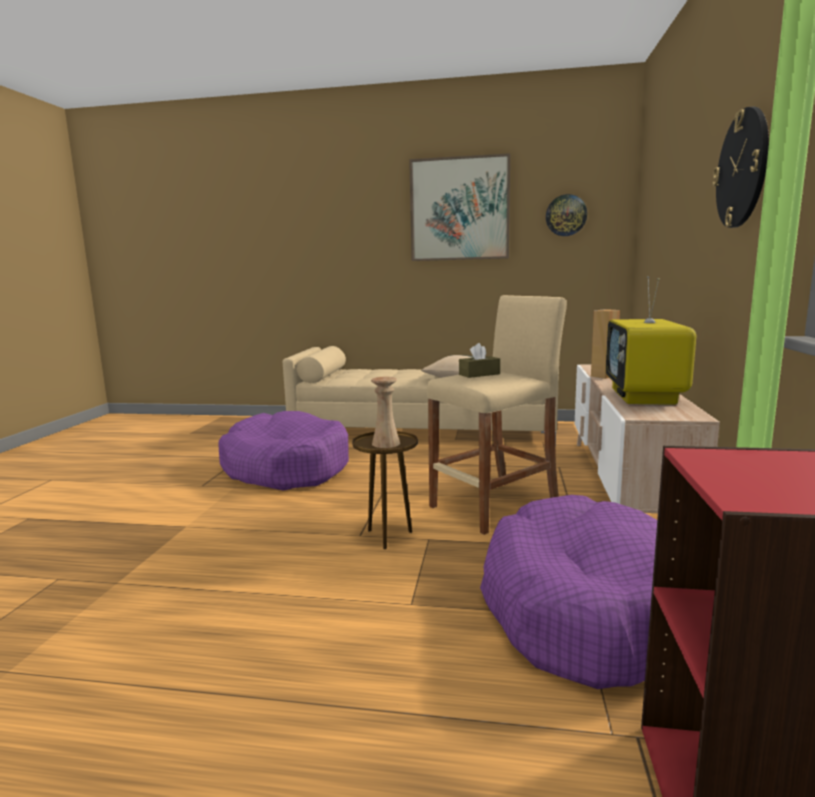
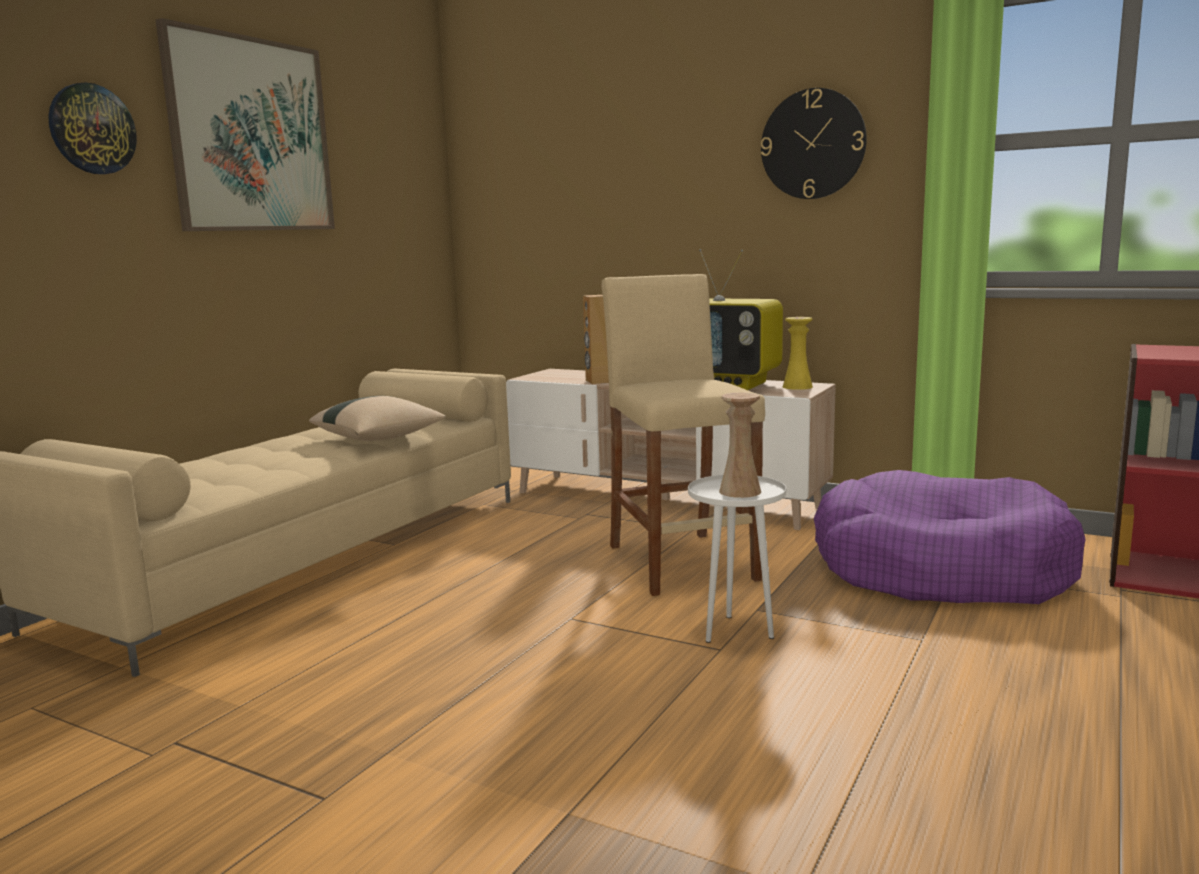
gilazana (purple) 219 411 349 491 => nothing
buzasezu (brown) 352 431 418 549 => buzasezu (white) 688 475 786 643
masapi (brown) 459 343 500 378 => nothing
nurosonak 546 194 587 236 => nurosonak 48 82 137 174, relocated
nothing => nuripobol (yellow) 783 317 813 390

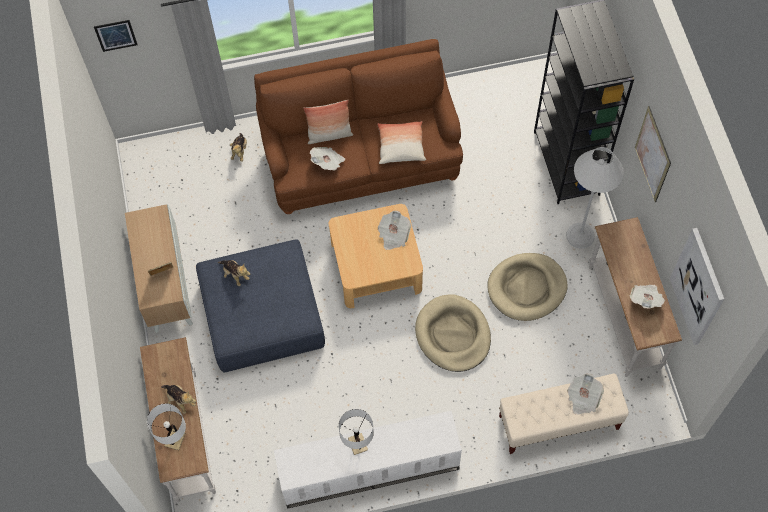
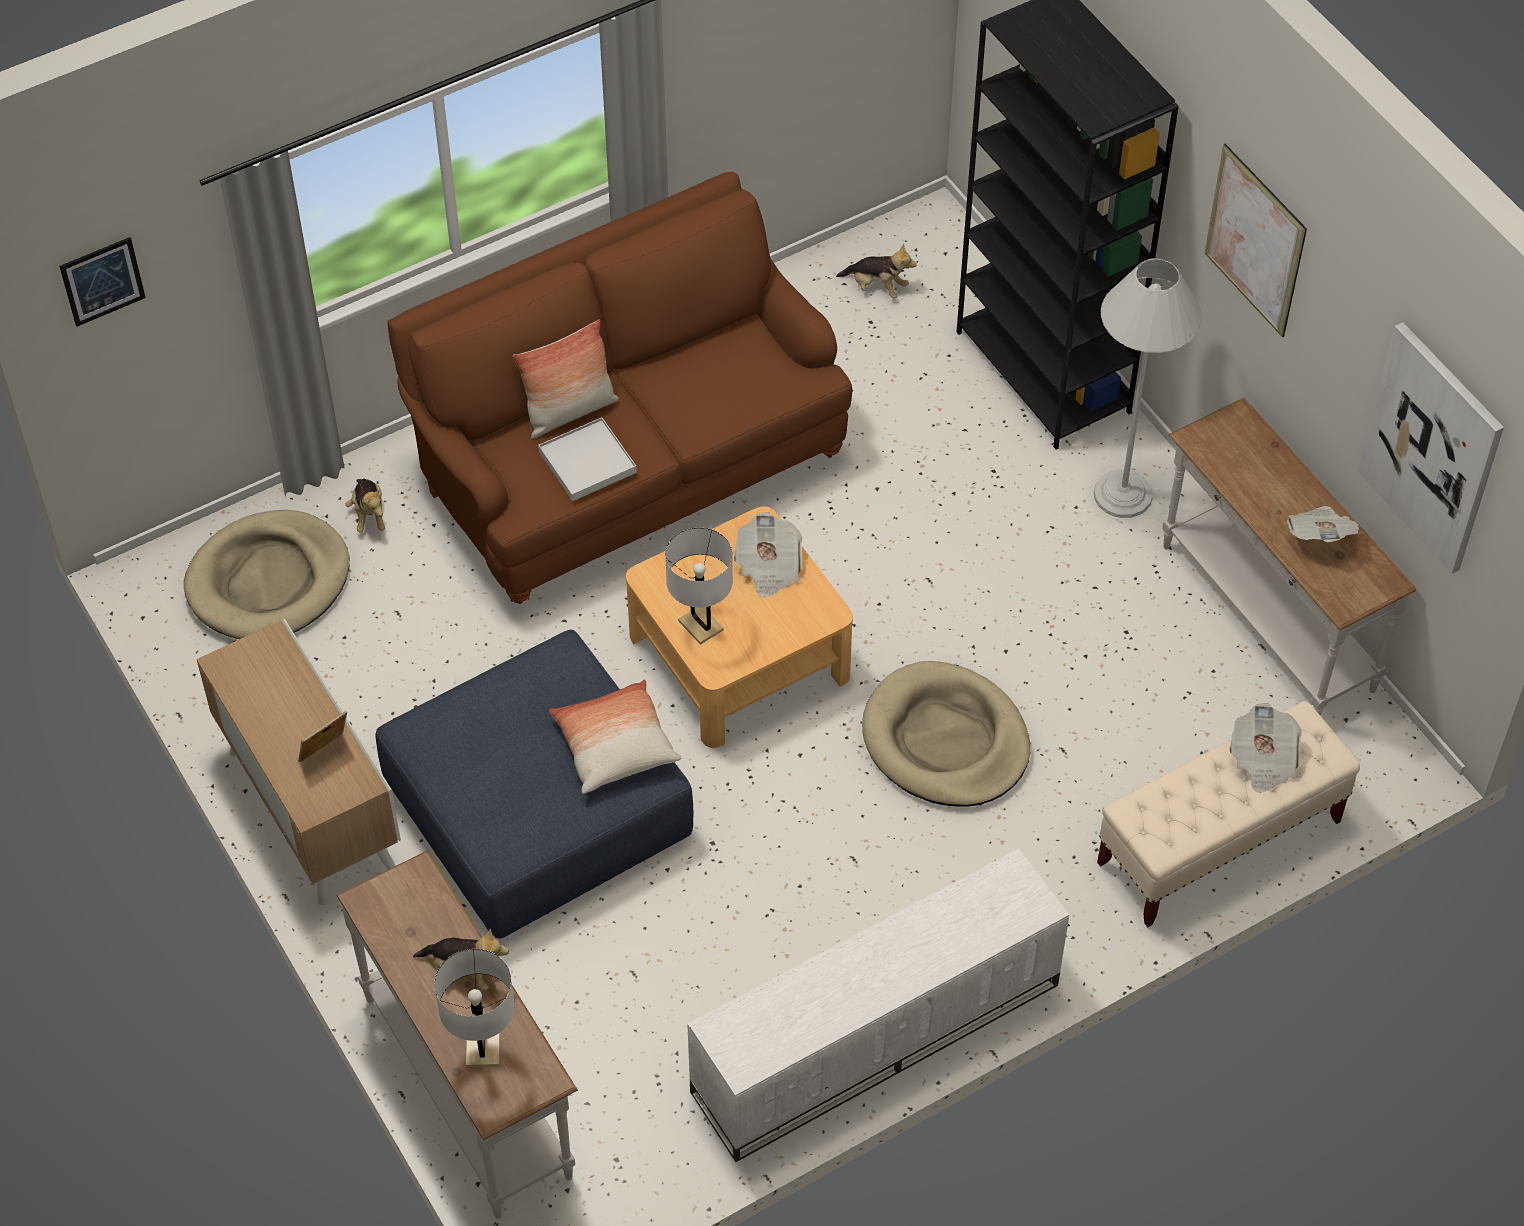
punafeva 218 260 250 286 => punafeva 836 244 917 299, relocated
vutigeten 310 147 345 171 => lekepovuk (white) 538 417 637 501
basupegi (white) 339 409 374 455 => basupegi (white) 665 528 733 645, relocated
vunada 377 121 426 164 => vunada 549 679 681 794, relocated
gilazana (beige) 487 253 568 321 => gilazana (beige) 184 510 350 639, relocated

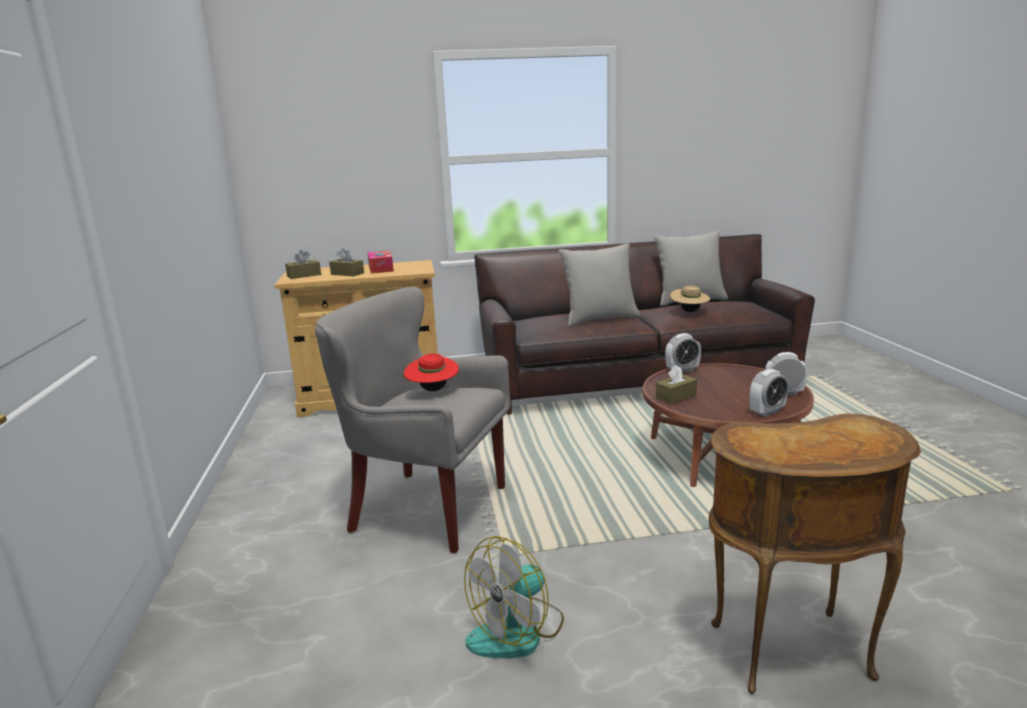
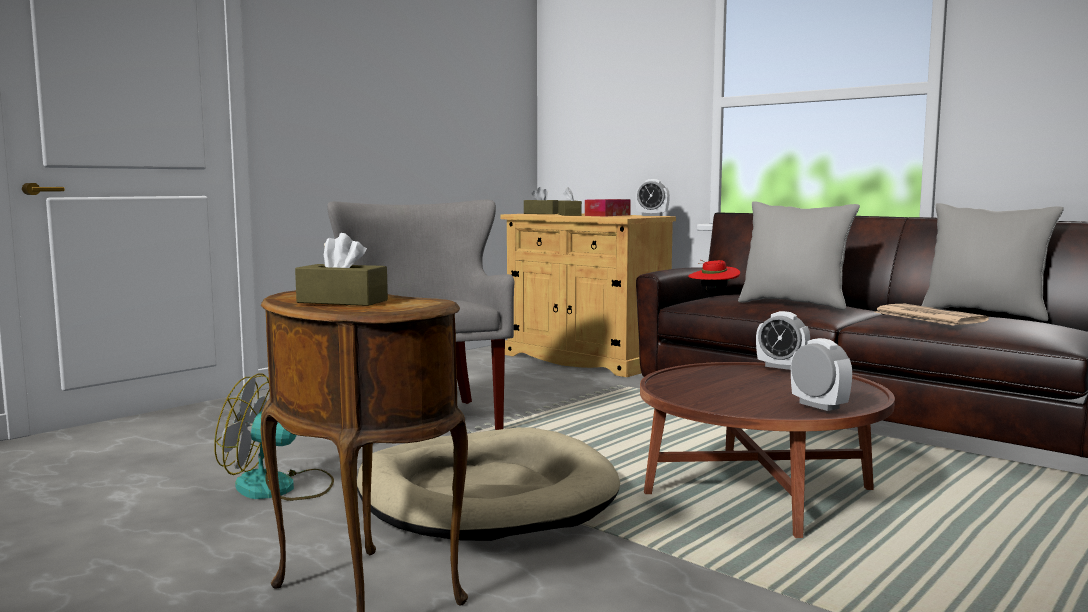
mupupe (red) 404 353 459 391 => mupupe (red) 688 260 740 294, relocated
masapi (brown) 656 365 697 404 => masapi (brown) 295 233 388 306, relocated
mupupe (beige) 670 286 710 312 => vutigeten 875 304 989 326
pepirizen 750 369 789 417 => pepirizen 635 179 670 216, relocated
nothing => gilazana (beige) 357 427 620 541

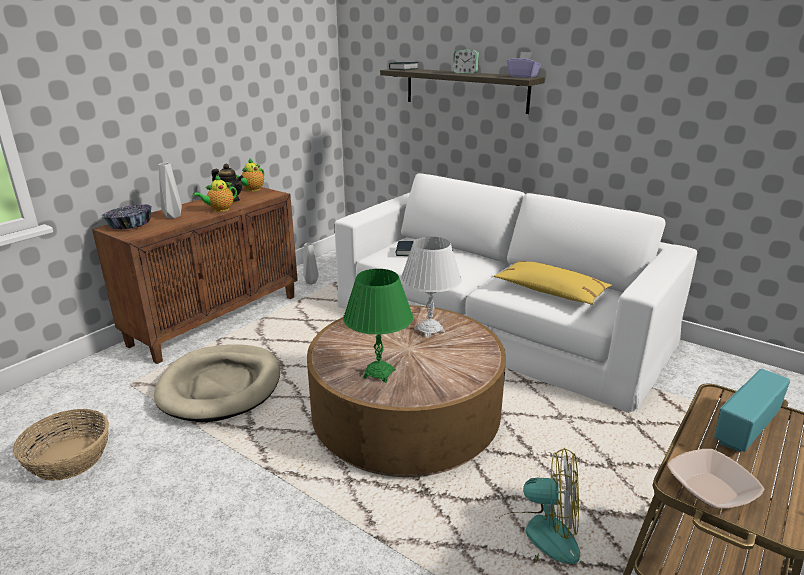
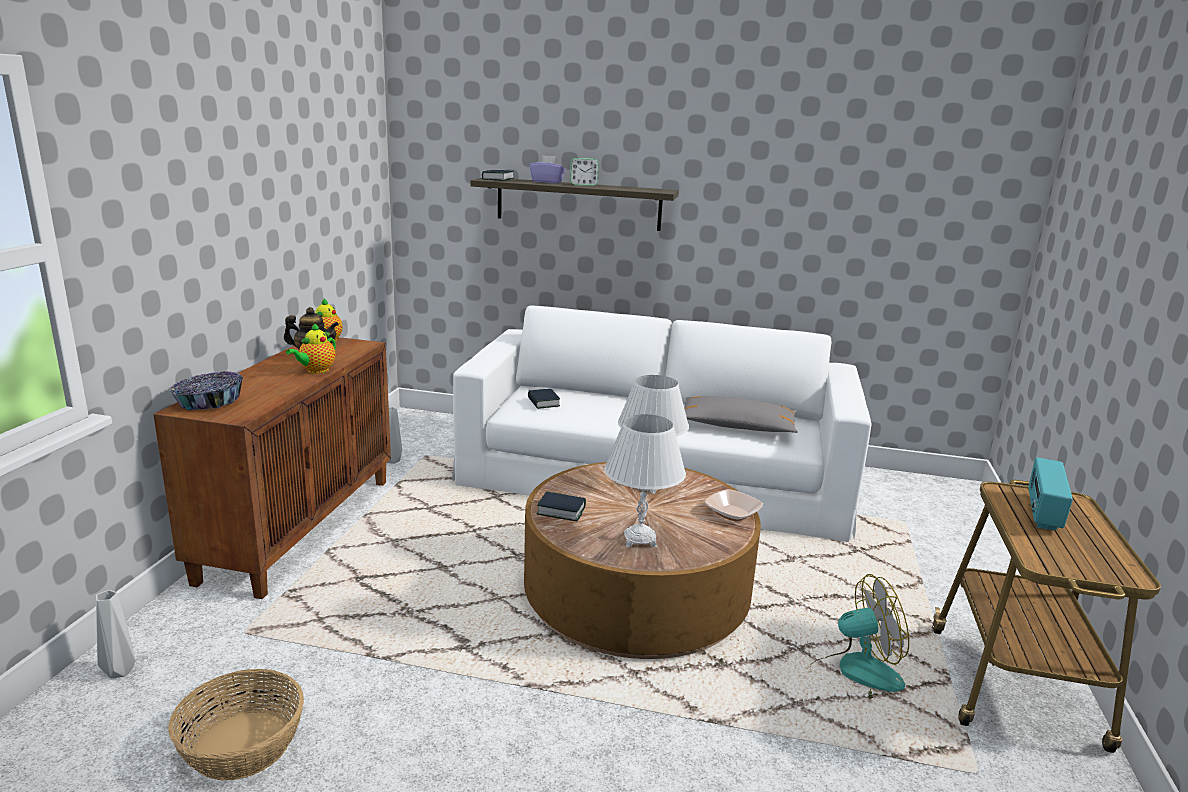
gilazana (beige) 154 344 280 422 => nothing
nuripobol (grey) 158 163 182 218 => nuripobol (grey) 96 590 135 678, relocated
basupegi (green) 343 269 413 383 => basupegi (white) 604 414 686 548
vunada (yellow) 494 261 612 305 => vunada (grey) 684 396 798 433
masapi (purple) 507 52 541 78 => masapi (purple) 529 155 565 183, relocated
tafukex 667 449 764 508 => tafukex 705 489 763 521, relocated
nothing => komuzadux 537 492 586 521

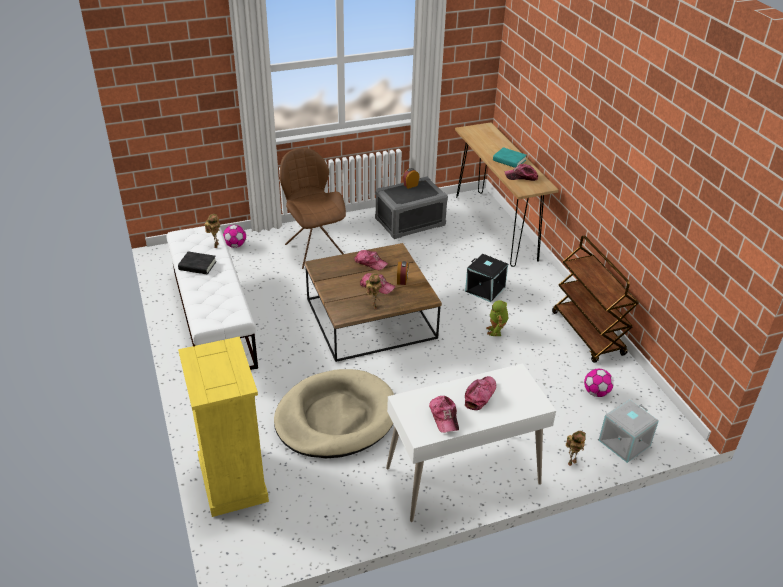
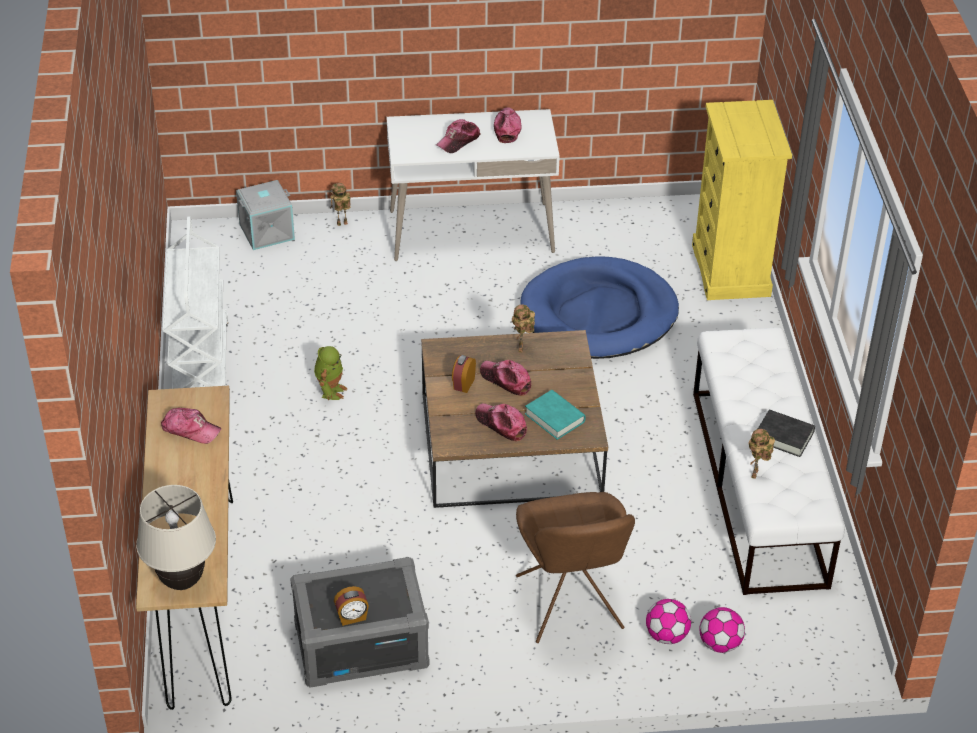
gilazana (beige) 274 369 394 458 => gilazana (blue) 521 256 679 359
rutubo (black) 465 254 508 302 => nothing
komuzadux (turquoise) 493 147 527 168 => komuzadux (turquoise) 525 390 586 440, relocated
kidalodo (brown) 552 235 639 363 => kidalodo (white) 162 216 228 389
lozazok 584 369 614 397 => lozazok 646 599 691 644, relocated
nothing => basupegi (beige) 136 485 216 590

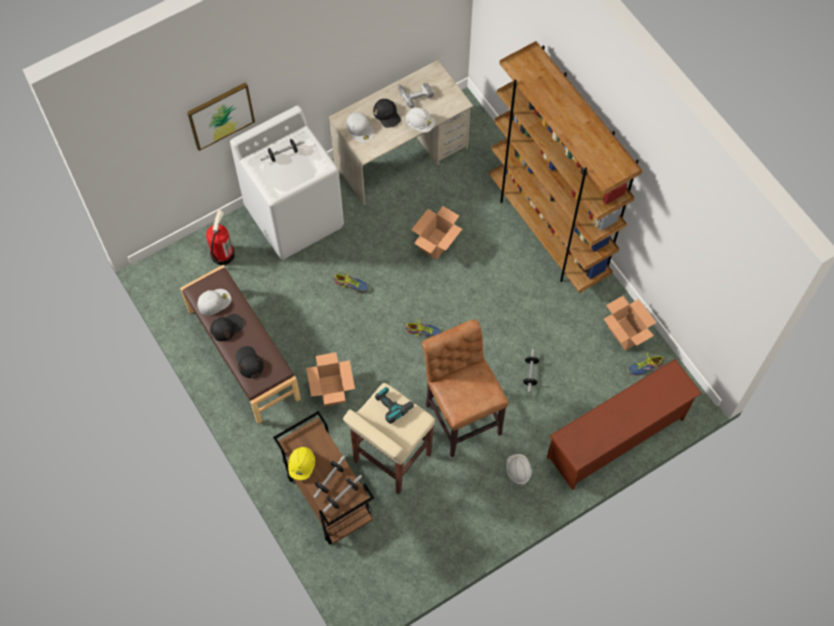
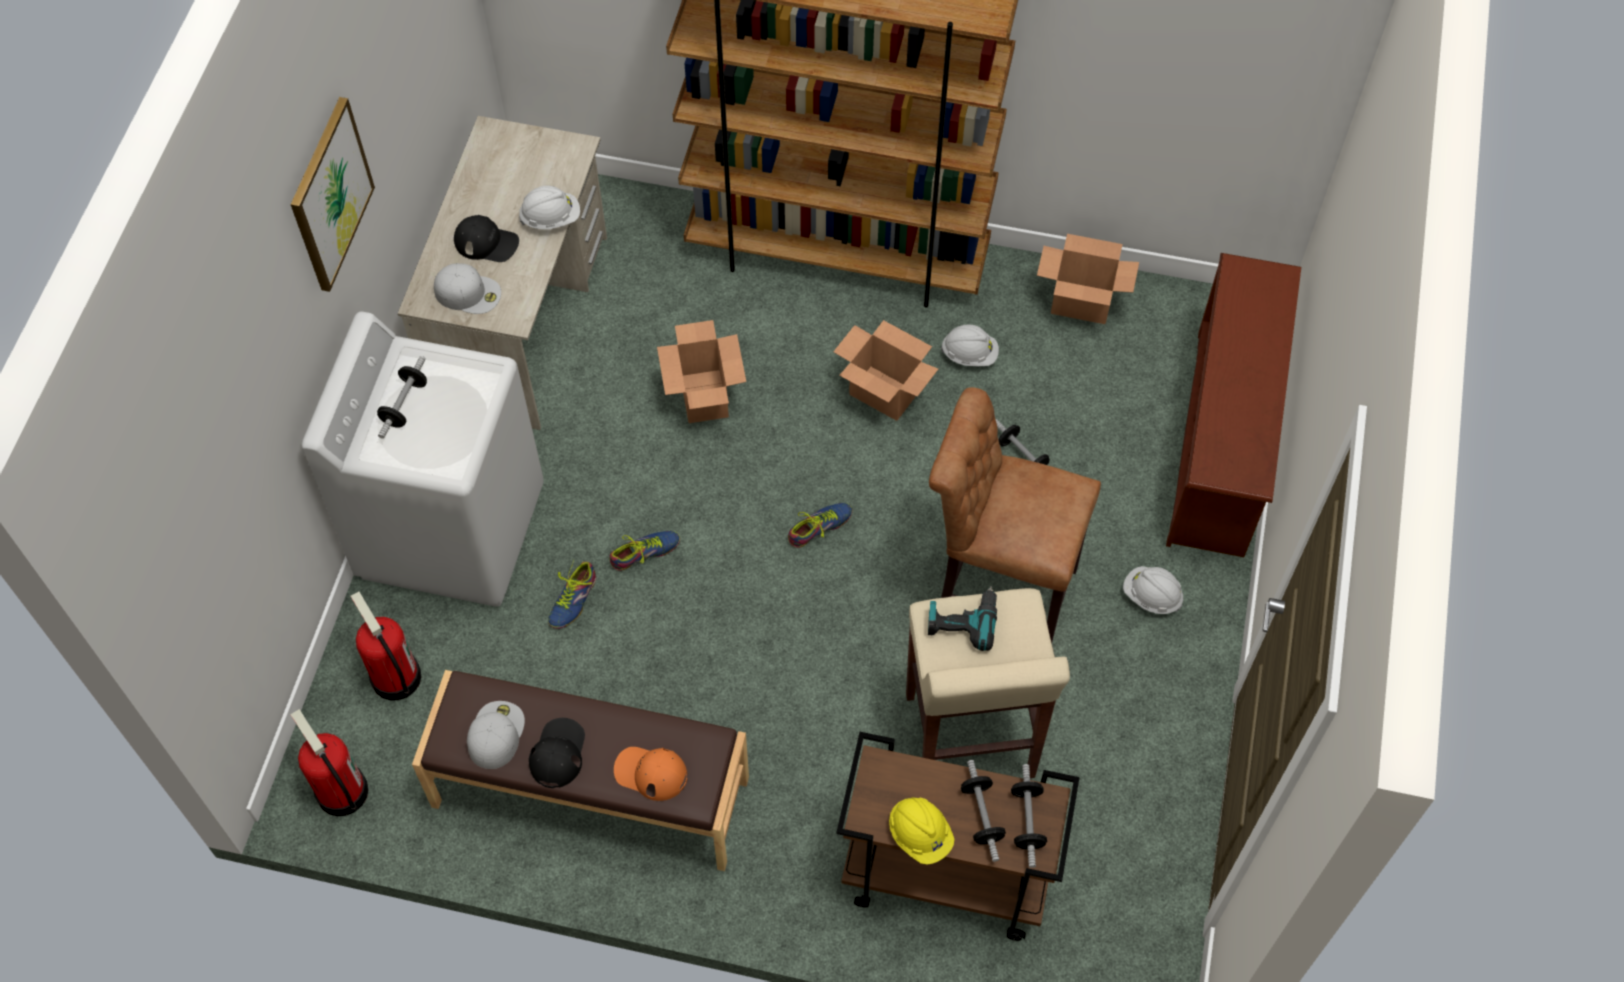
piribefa 187 82 255 151 => piribefa 290 97 375 292, relocated
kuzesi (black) 235 346 264 378 => kuzesi (orange) 614 747 687 801
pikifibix 306 352 355 406 => pikifibix 833 320 938 421, relocated
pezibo 398 83 434 108 => nothing
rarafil 627 352 664 376 => rarafil 548 560 596 629, relocated
nothing => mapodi 290 709 369 816
nothing => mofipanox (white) 941 324 999 366

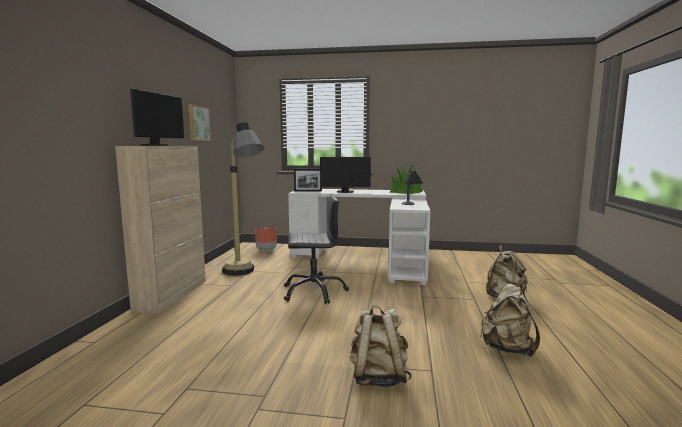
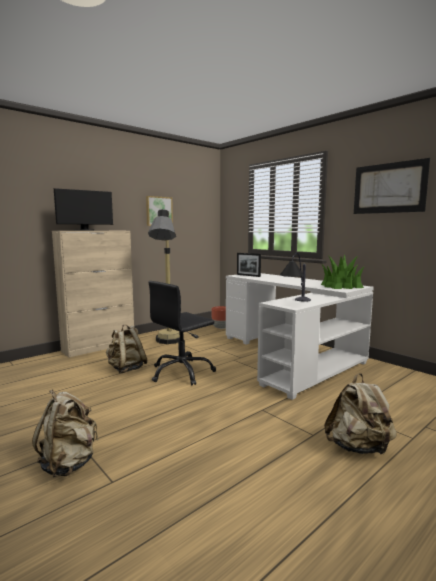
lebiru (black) 284 195 349 304 => lebiru (black) 148 281 216 385, 105 degrees clockwise
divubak 320 157 371 193 => nothing
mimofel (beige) 480 284 540 357 => mimofel (beige) 106 325 148 373, relocated
nothing => piribefa 354 158 430 214

